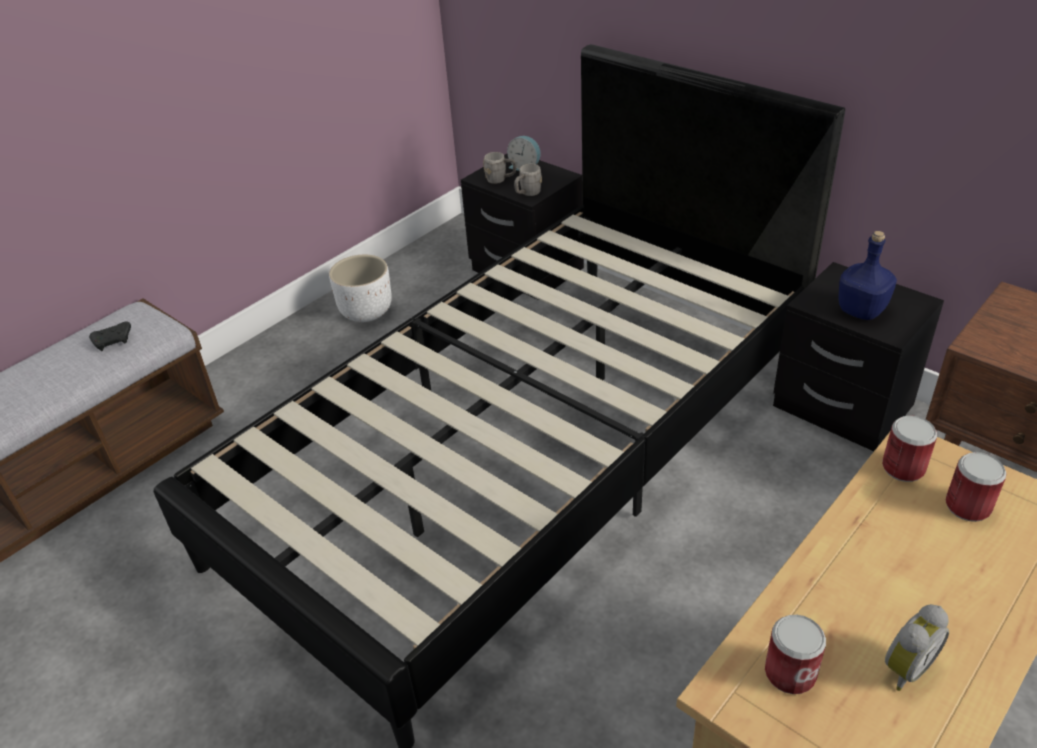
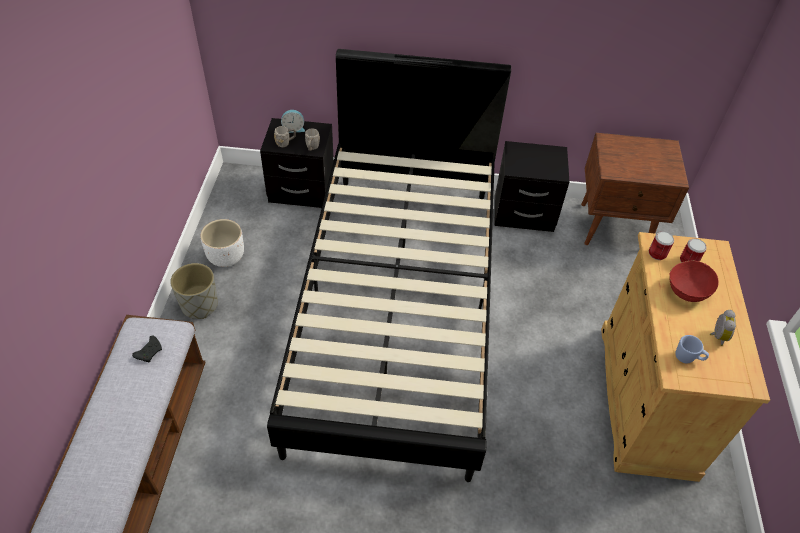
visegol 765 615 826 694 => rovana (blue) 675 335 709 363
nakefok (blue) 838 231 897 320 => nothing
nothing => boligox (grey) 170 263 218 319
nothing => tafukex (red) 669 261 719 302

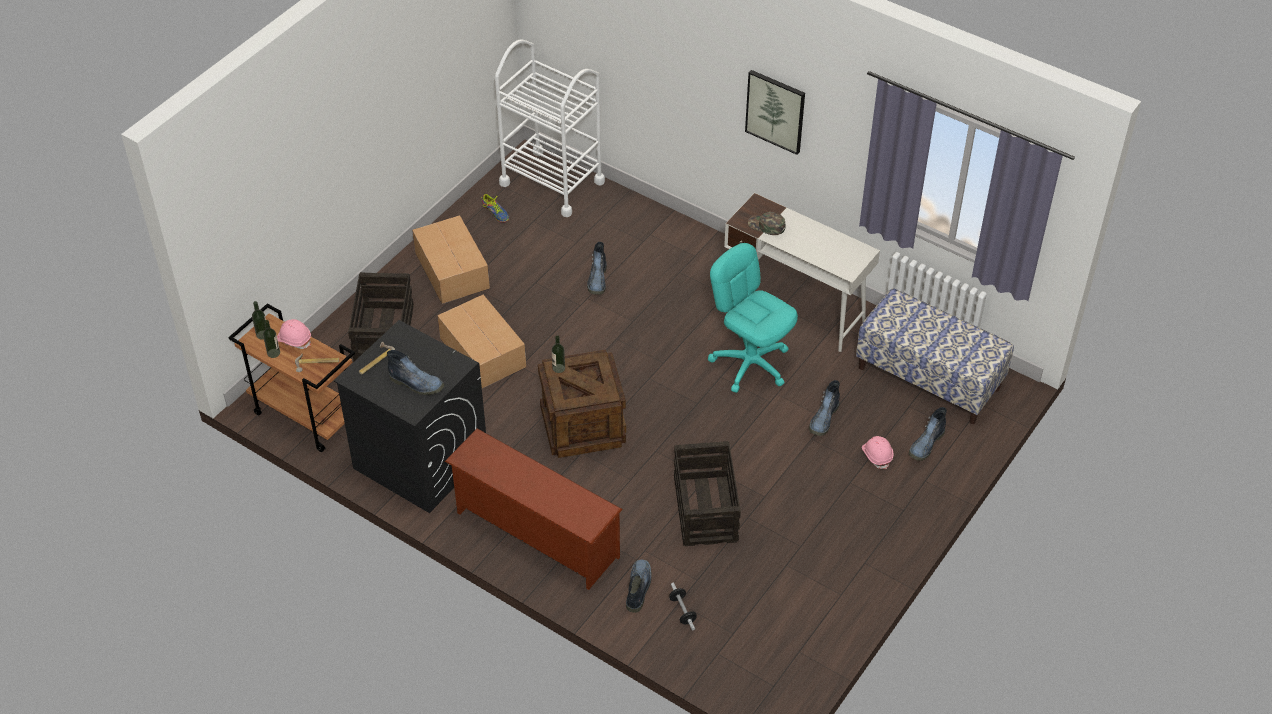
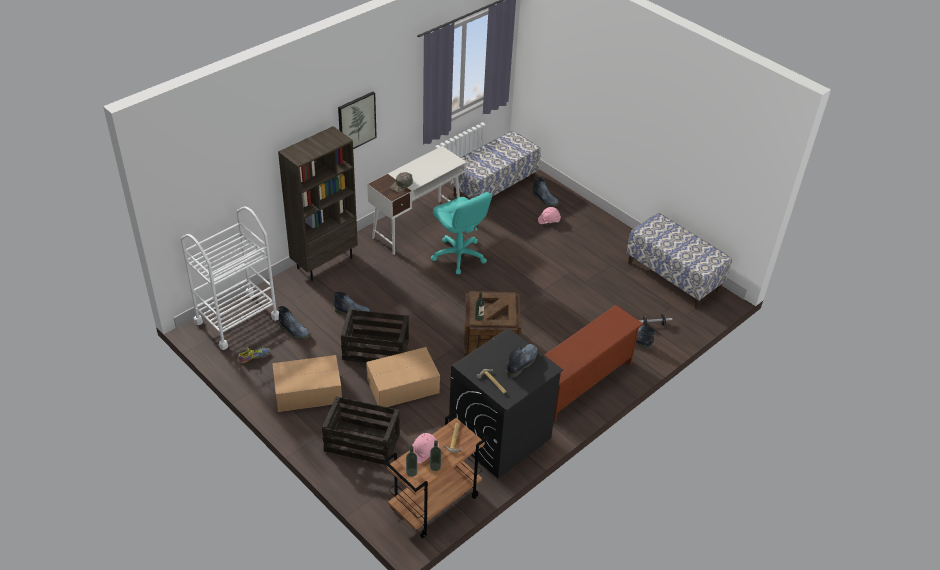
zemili 674 441 741 546 => zemili 341 309 409 362, relocated
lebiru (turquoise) 708 243 798 393 => lebiru (turquoise) 431 192 492 274, 90 degrees counterclockwise
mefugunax 809 380 840 436 => mefugunax 279 306 311 340, relocated
nothing => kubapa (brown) 278 126 358 281
nothing => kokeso 627 213 732 308

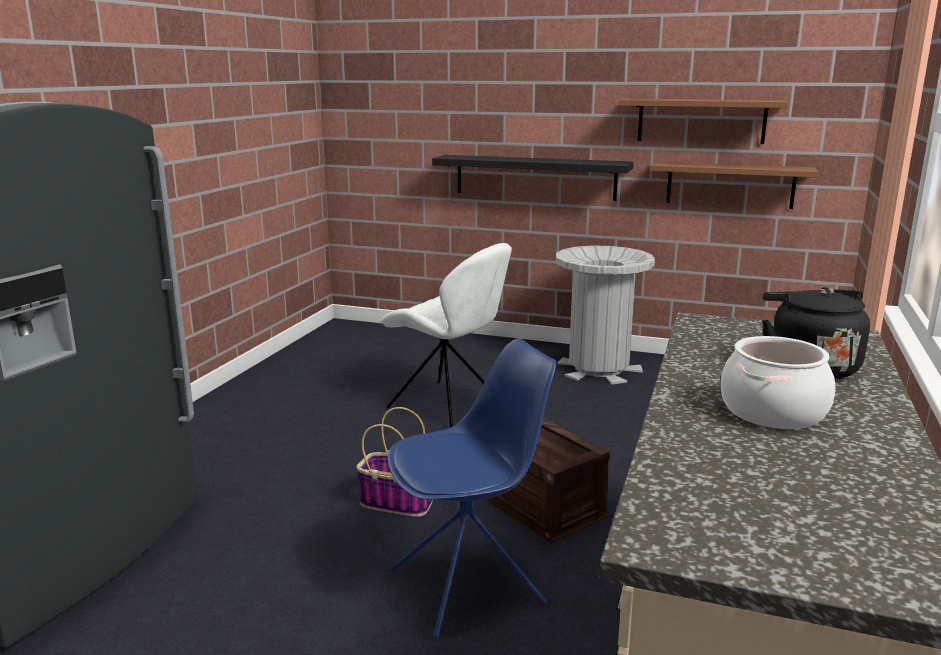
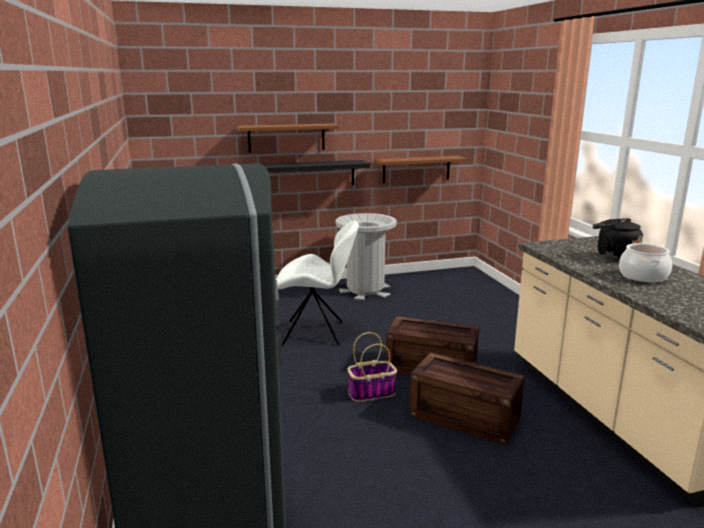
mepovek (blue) 388 339 557 639 => zemili 410 353 525 445
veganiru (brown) 619 99 788 144 => veganiru (brown) 237 123 339 153, relocated

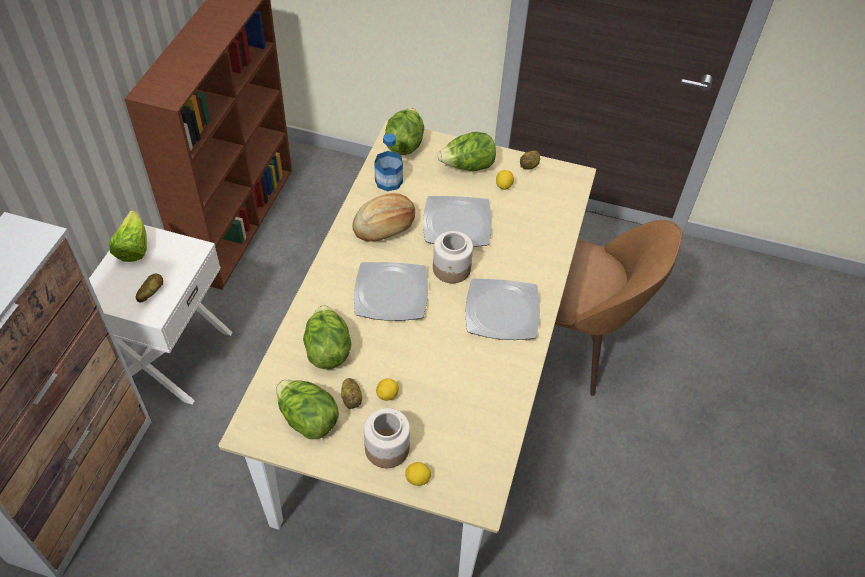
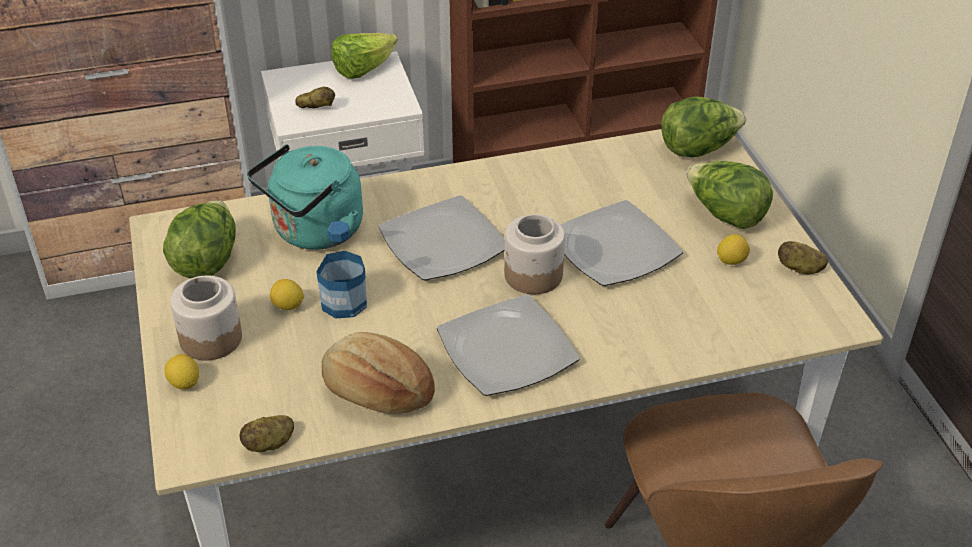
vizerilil 303 305 351 369 => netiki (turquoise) 247 144 363 250
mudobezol 341 378 362 409 => mudobezol 240 415 294 452, relocated
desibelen 352 193 415 242 => desibelen 322 332 435 414, relocated
nakefok 374 133 403 191 => nakefok 316 221 367 319, relocated

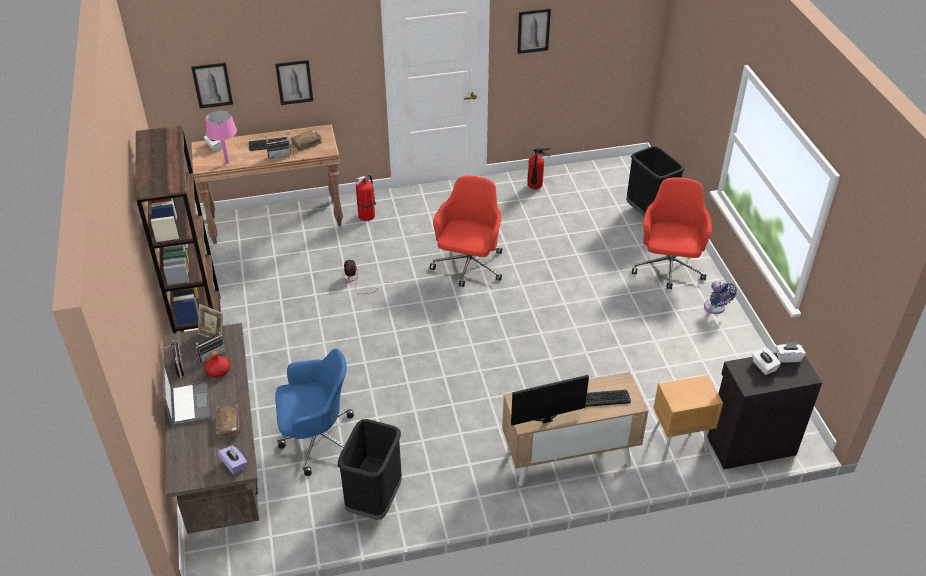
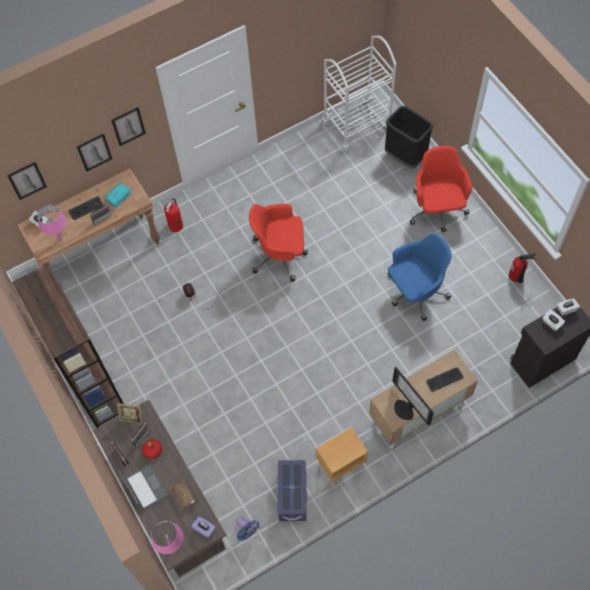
lebiru (blue) 275 348 354 476 => lebiru (blue) 388 233 452 321, relocated
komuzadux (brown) 291 130 322 151 => komuzadux (turquoise) 105 183 132 209
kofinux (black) 338 419 402 520 => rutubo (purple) 278 460 307 521
lebiru (red) 430 176 502 287 => lebiru (red) 249 204 308 282, 90 degrees counterclockwise
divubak 511 375 589 425 => divubak 392 367 434 426, 90 degrees counterclockwise
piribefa 517 9 551 54 => piribefa 111 107 146 146, relocated
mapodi 527 148 551 189 => mapodi 509 253 536 283, relocated
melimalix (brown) 651 374 723 460 => melimalix (brown) 316 427 368 489, relocated
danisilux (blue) 704 281 737 314 => danisilux (blue) 235 516 260 541, relocated
nothing => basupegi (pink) 151 521 183 554
nothing => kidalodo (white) 322 36 396 151

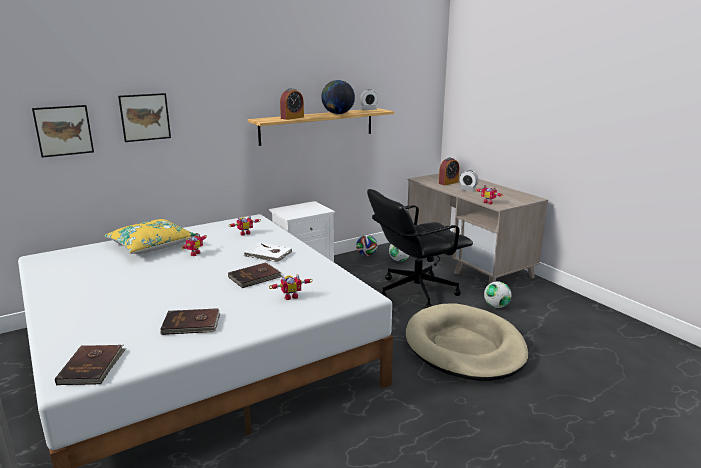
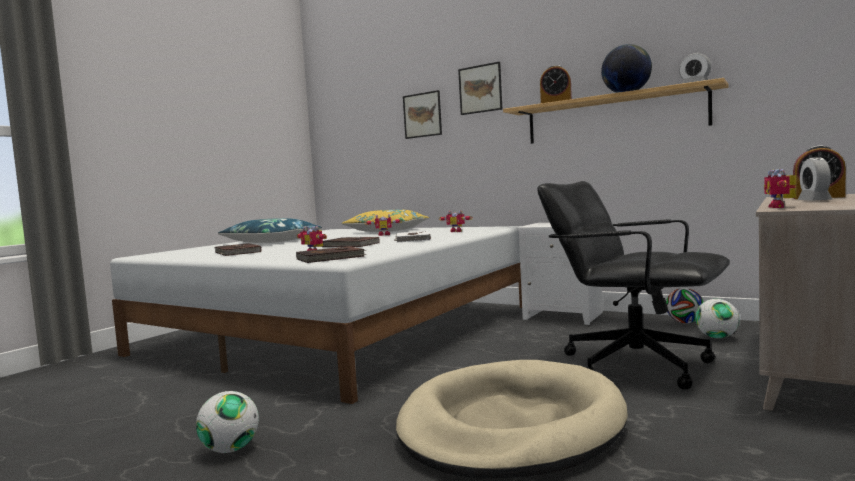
piribefa 32 105 94 158 => piribefa 458 62 502 115, relocated
komuzadux (brown) 55 345 126 385 => komuzadux (brown) 296 246 366 263, relocated
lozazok 484 281 511 308 => lozazok 196 391 259 453, relocated
nothing => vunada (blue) 218 218 322 243

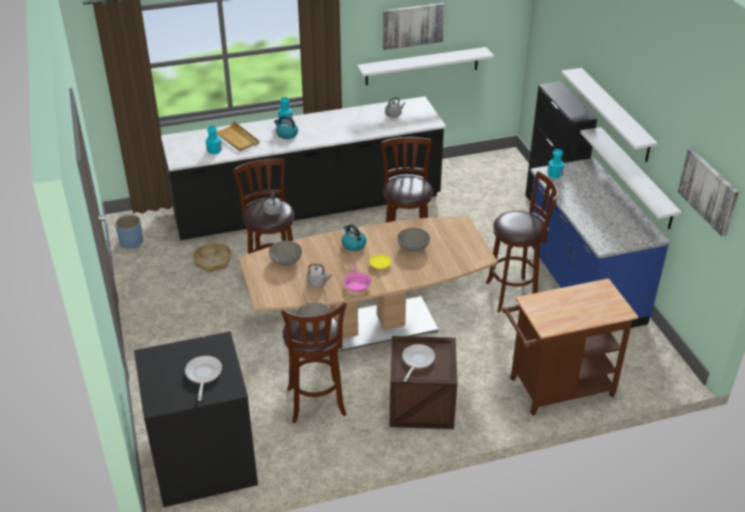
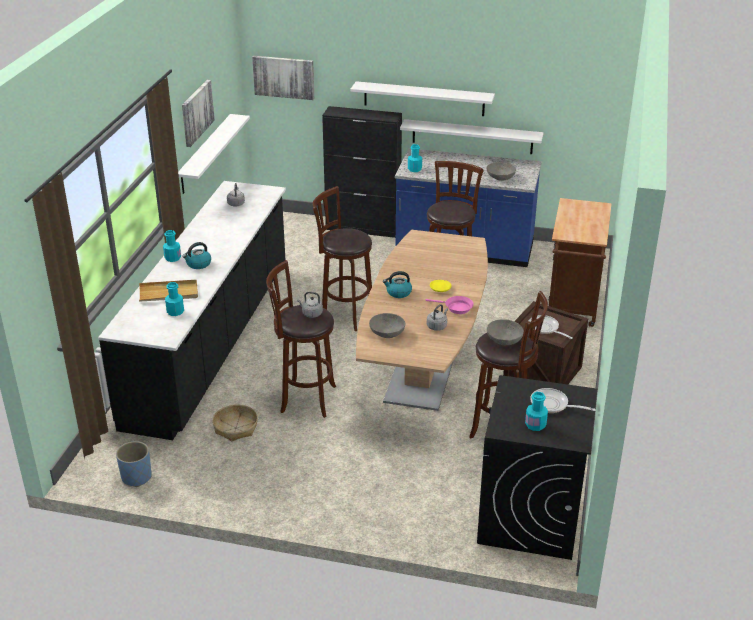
tafukex (grey) 397 228 430 252 => tafukex (grey) 487 162 516 181, relocated
piribefa 678 148 739 237 => piribefa 252 56 314 100, relocated
nothing => nakefok (turquoise) 525 392 548 431

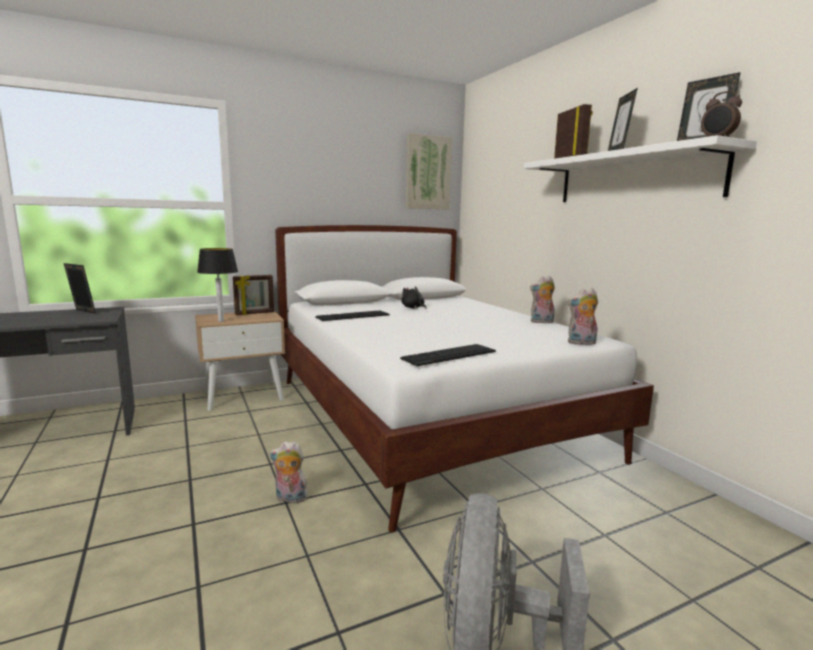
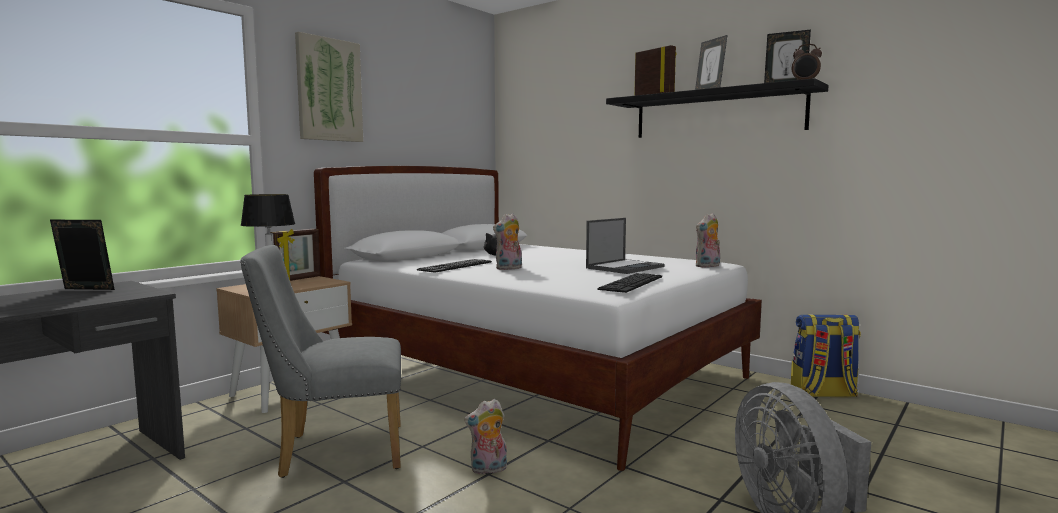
piribefa 406 133 452 209 => piribefa 295 32 363 142, relocated
veganiru (white) 524 135 757 202 => veganiru (black) 606 78 828 138
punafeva 530 276 555 323 => punafeva 493 213 522 270, relocated
nothing => mepovek (grey) 240 245 401 478
nothing => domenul 586 218 665 274
nothing => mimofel 791 315 861 397

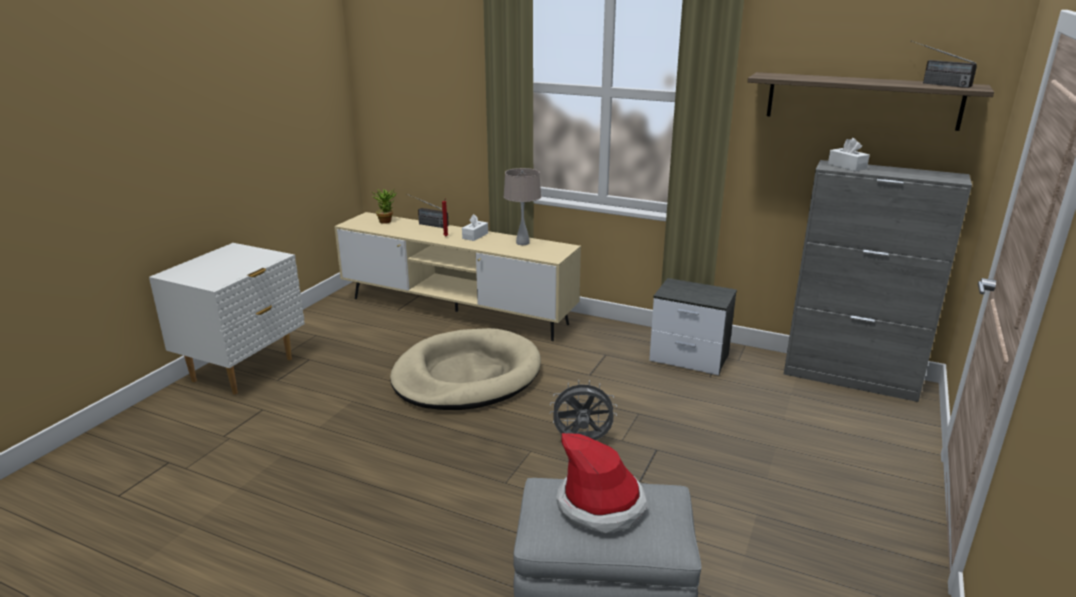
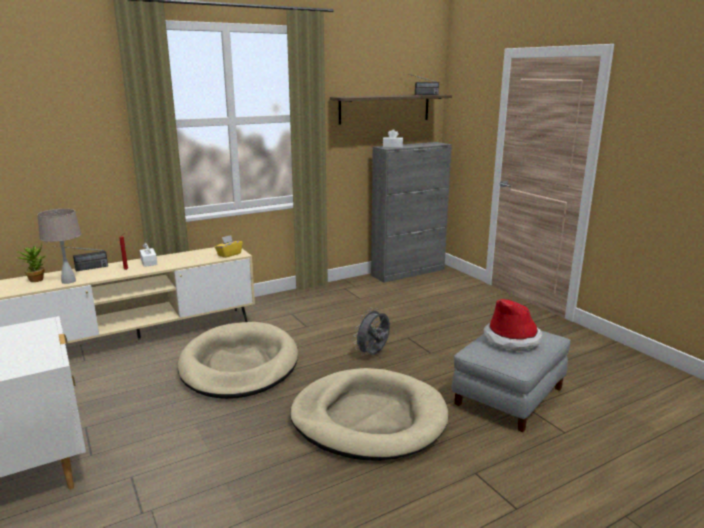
basupegi (beige) 503 168 541 245 => basupegi (beige) 37 209 81 284, relocated
melimalix 649 278 737 375 => nothing
nothing => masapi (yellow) 215 235 243 258
nothing => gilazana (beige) 290 368 448 461

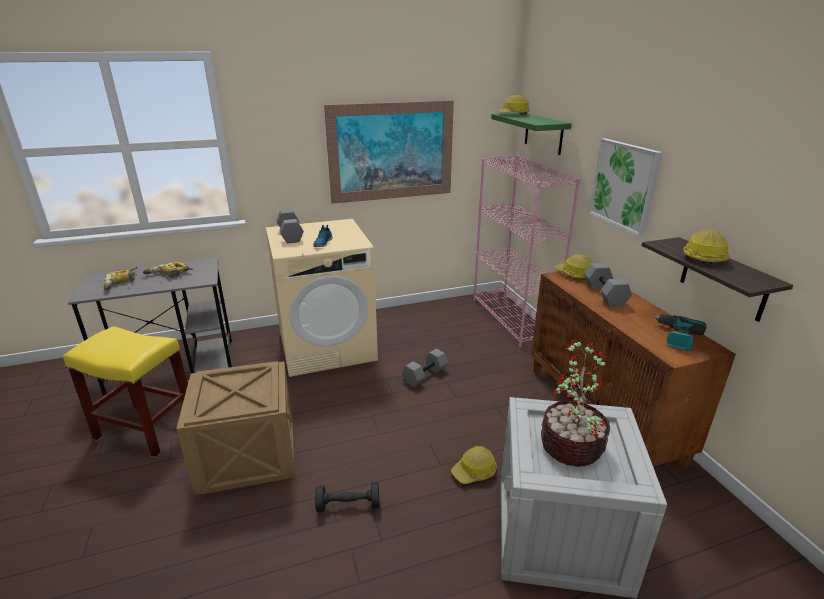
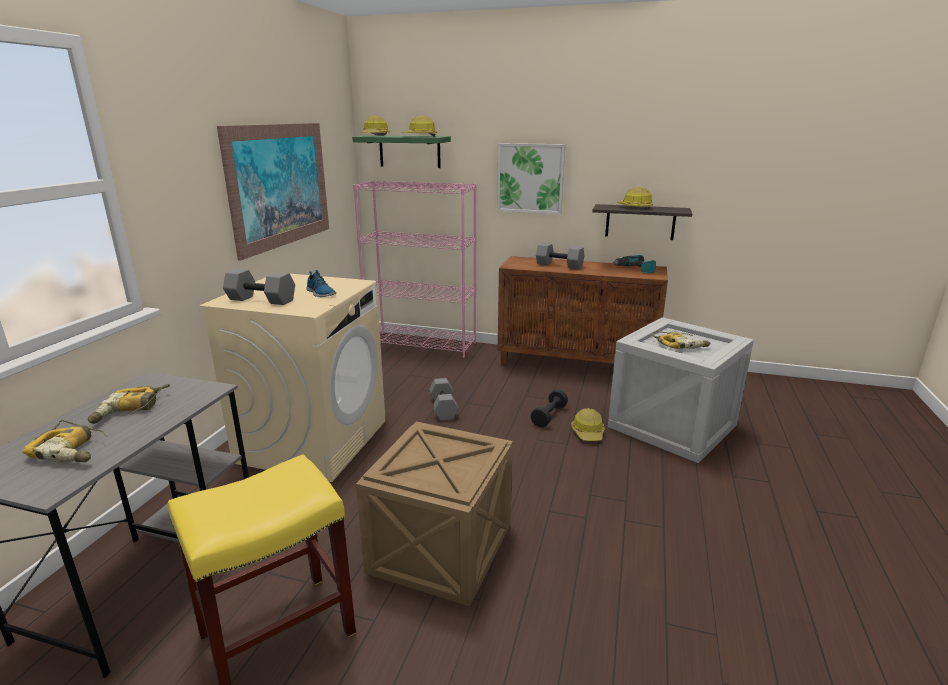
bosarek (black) 315 482 380 512 => bosarek (black) 531 389 568 427, relocated
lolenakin 541 340 610 467 => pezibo 652 331 710 349
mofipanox 555 254 594 280 => mofipanox 401 116 437 137, relocated

